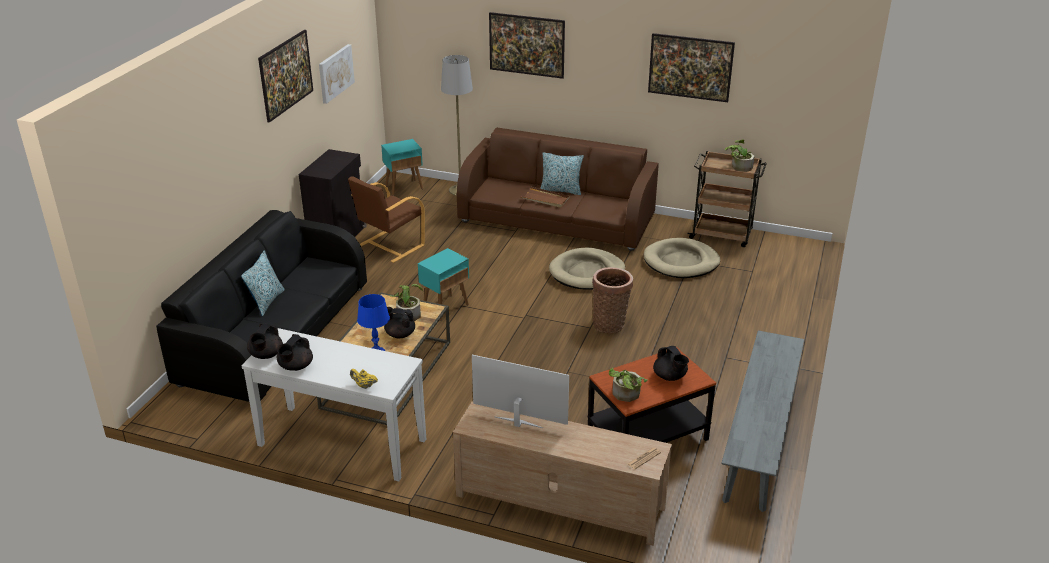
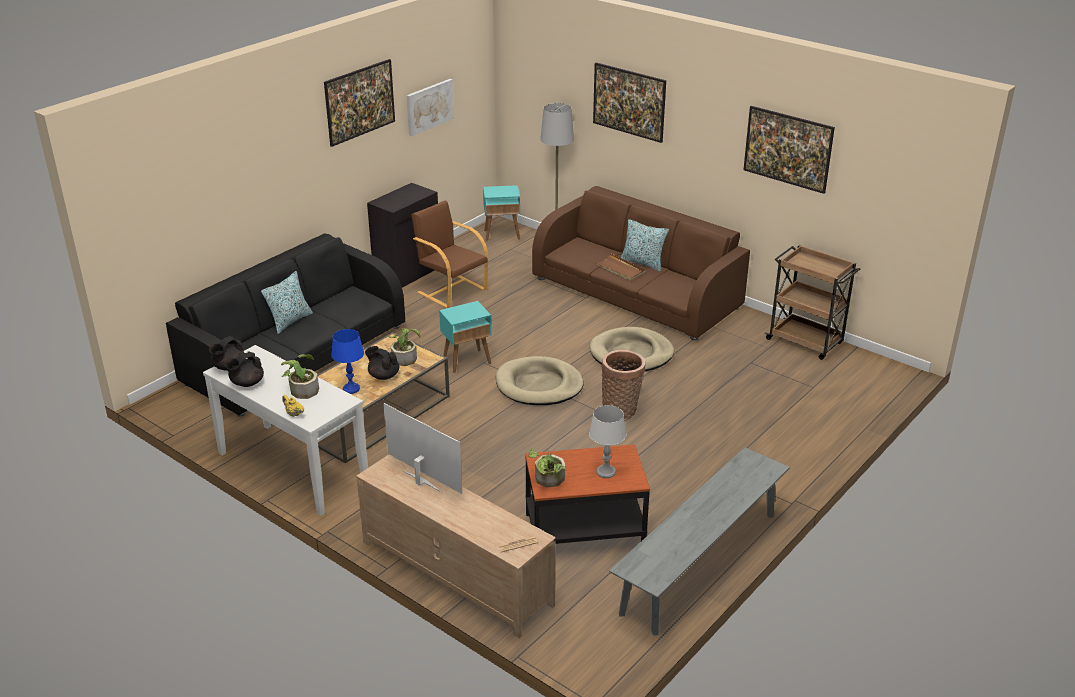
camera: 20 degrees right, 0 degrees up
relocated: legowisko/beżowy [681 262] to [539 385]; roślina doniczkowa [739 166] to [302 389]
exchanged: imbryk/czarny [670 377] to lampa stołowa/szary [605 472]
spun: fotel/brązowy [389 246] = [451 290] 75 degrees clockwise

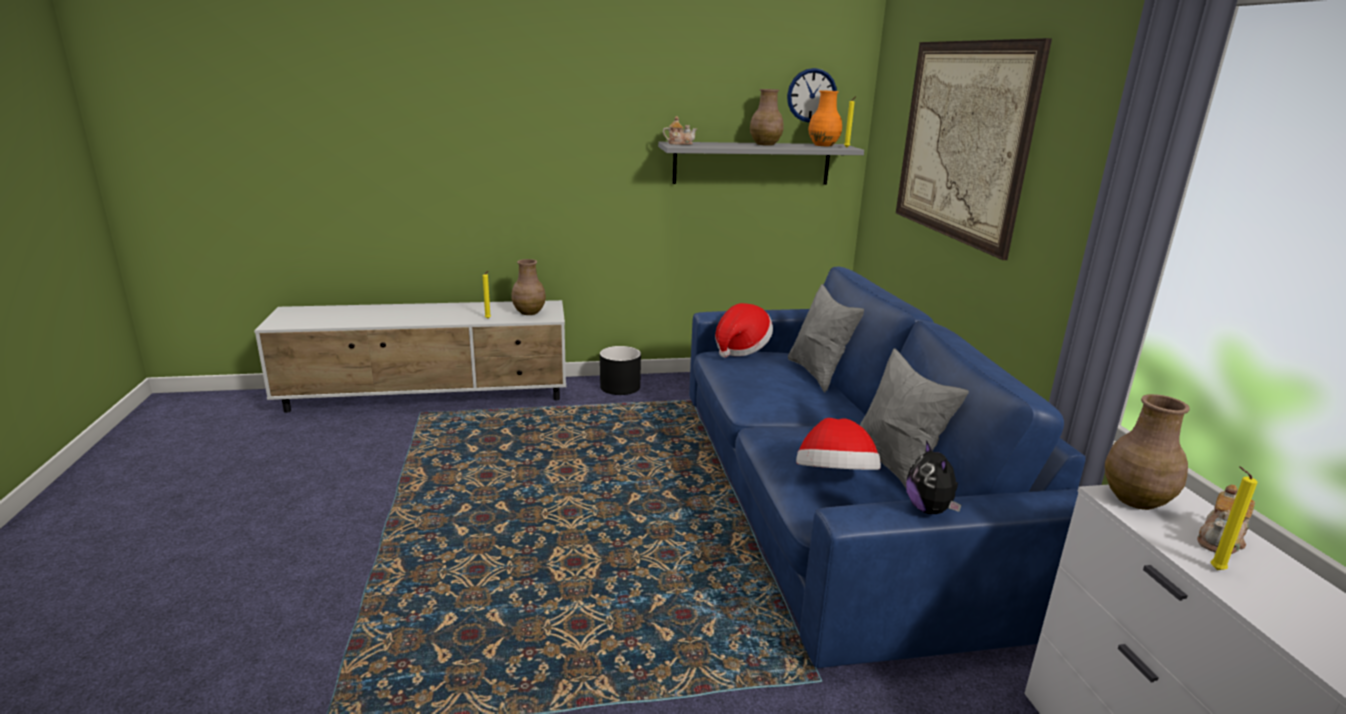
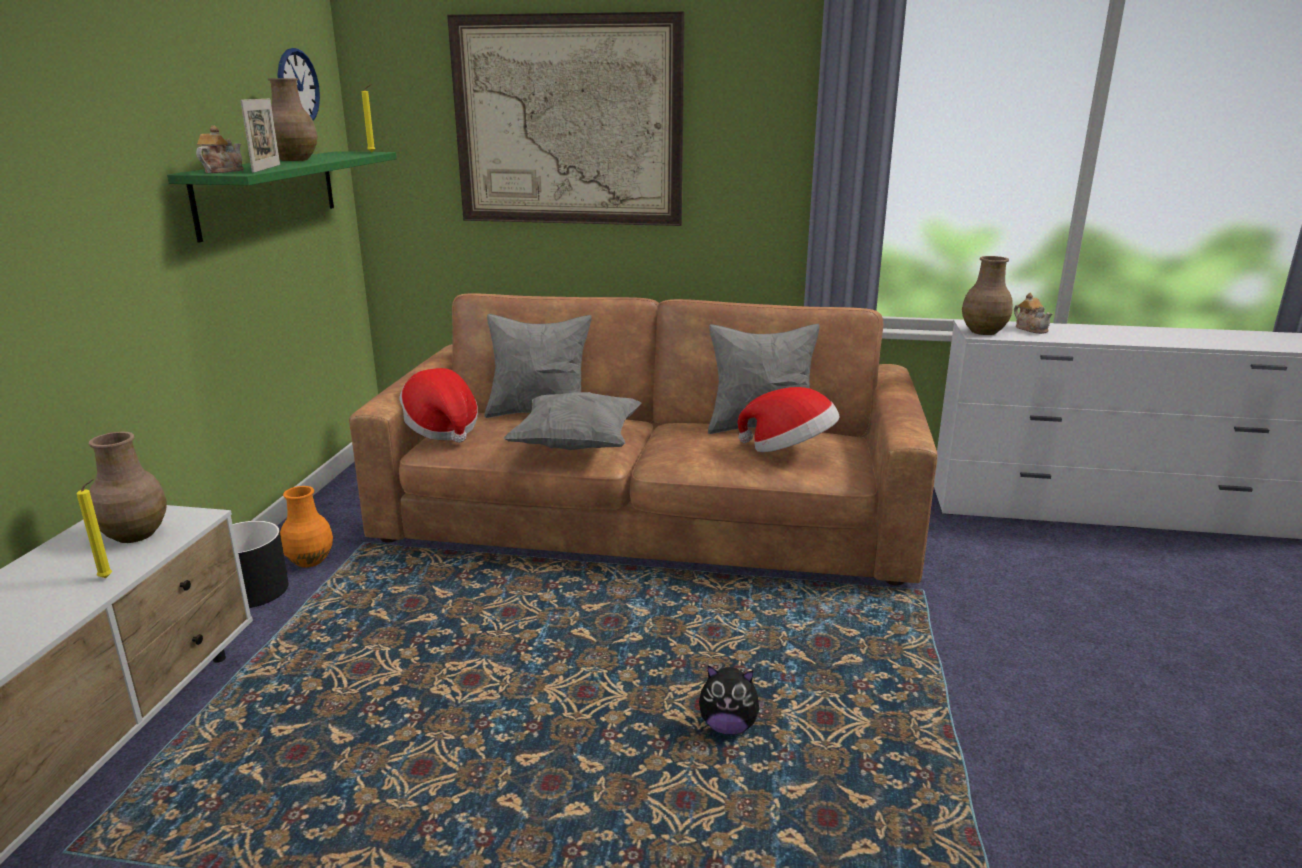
camera: 70 degrees left, 0 degrees up
missing: świeca/żółty [1214 569]
appeared: ramka na zdjęcie [266 168]; poduszka/szary [576 445]
relocated: wazon/pomarańczowy [823 145] to [311 561]; pluszak [929 509] to [728 726]
colour: półka/szary [752 163] to półka/zielony [268 192]; kanapa/niebieski [829 493] to kanapa/brązowy [649 513]

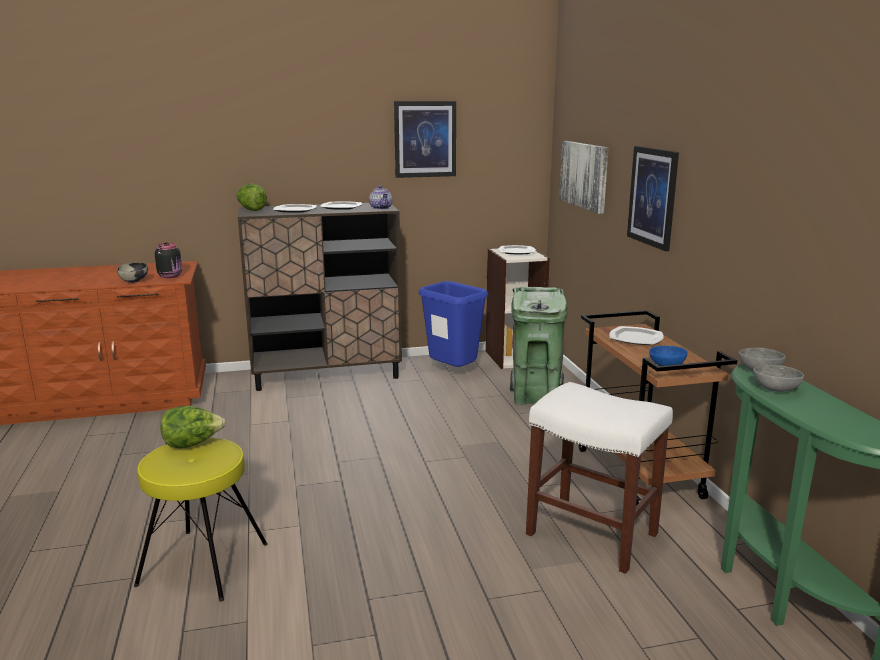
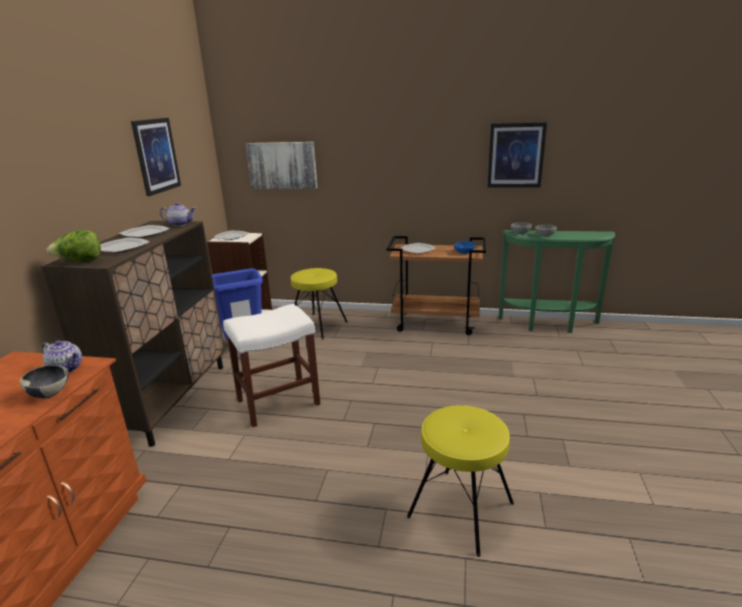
camera: 65 degrees left, 5 degrees up
missing: sałata [192 444]
relocated: stołek/biały [593 534] to [279 401]; obraz [653 197] to [515 155]
exchanged: słoik/czarny [171 276] to imbryk [67 368]; kosz na śmieci/zielony [536 397] to stołek/żółty [317 326]

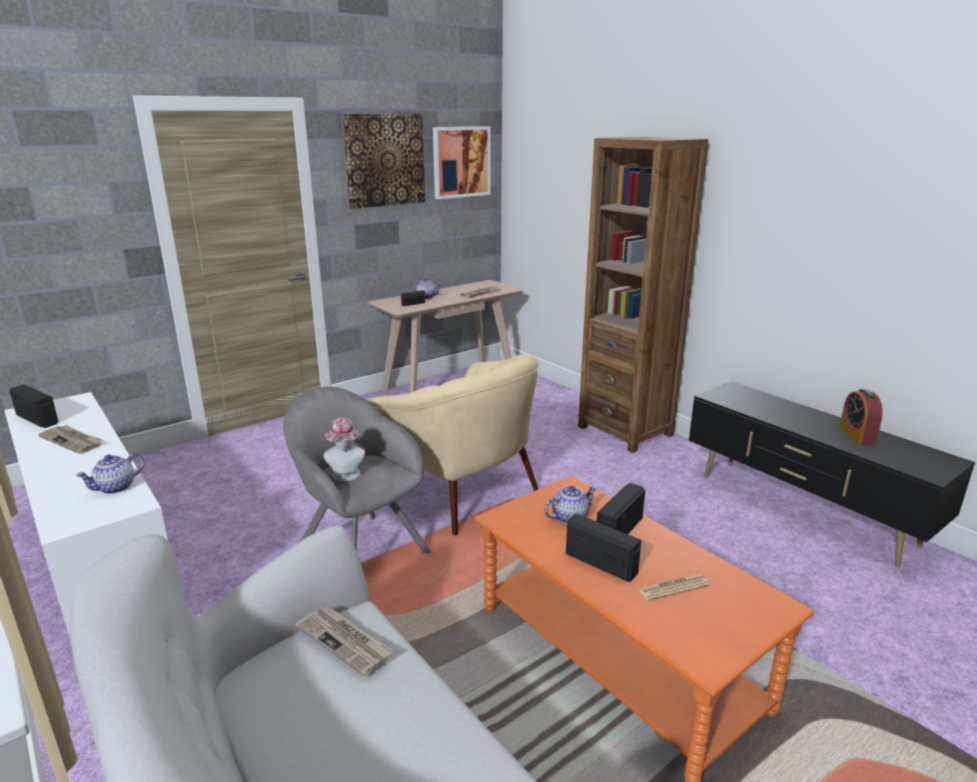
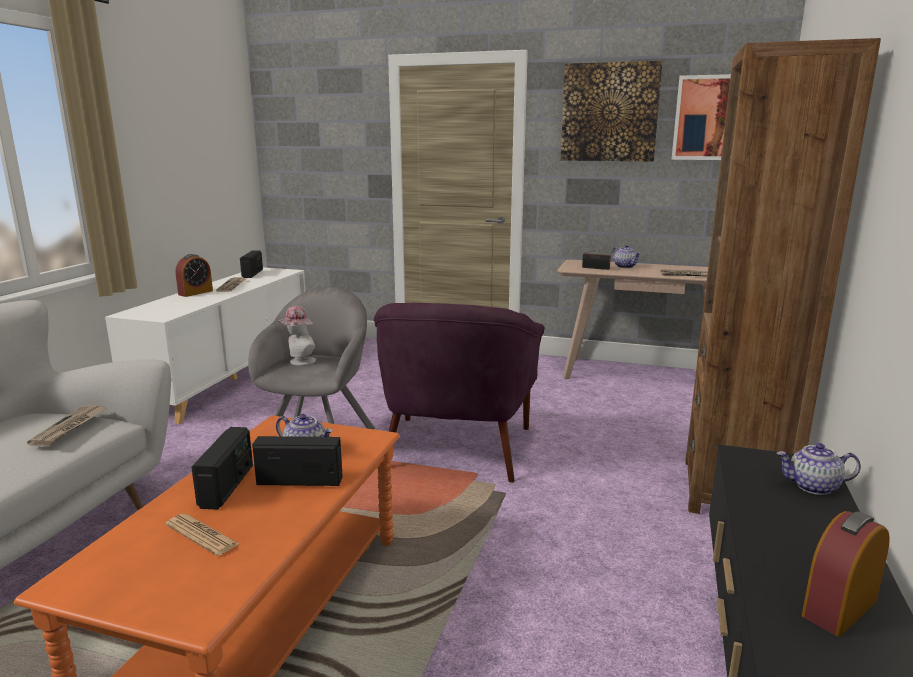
camera: 55 degrees right, 5 degrees down
appeared: budzik [195 293]
relocated: imbryk [115 488] to [813 486]
colour: fotel/beżowy [462 492] to fotel/fioletowy [456 448]

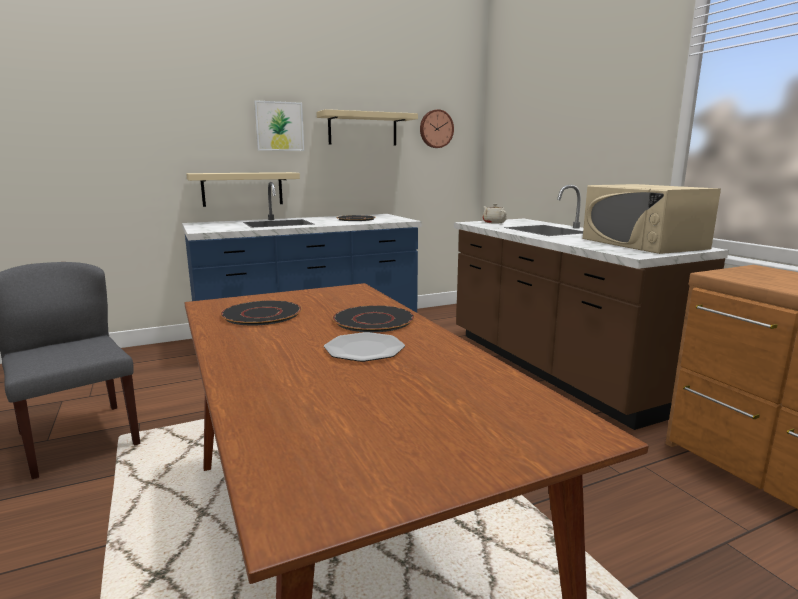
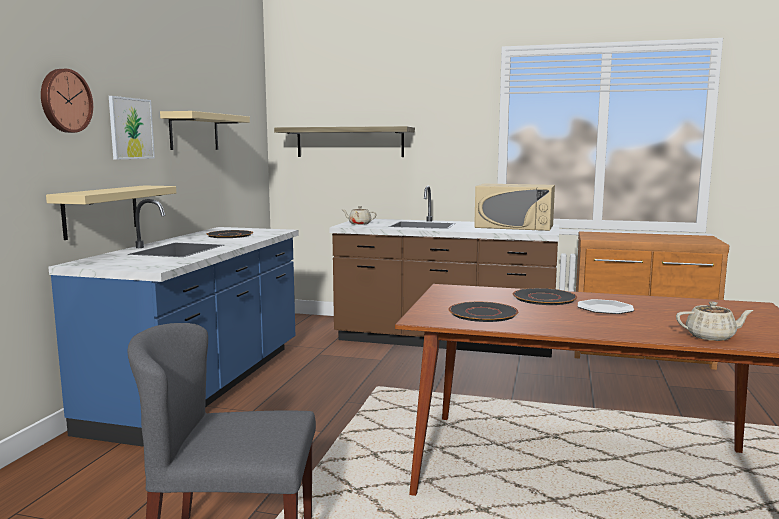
camera: 50 degrees left, 5 degrees down
appeared: półka [349 142]; imbryk/beżowy [711 337]
relocated: zegar ścienny [435 129] to [64 101]

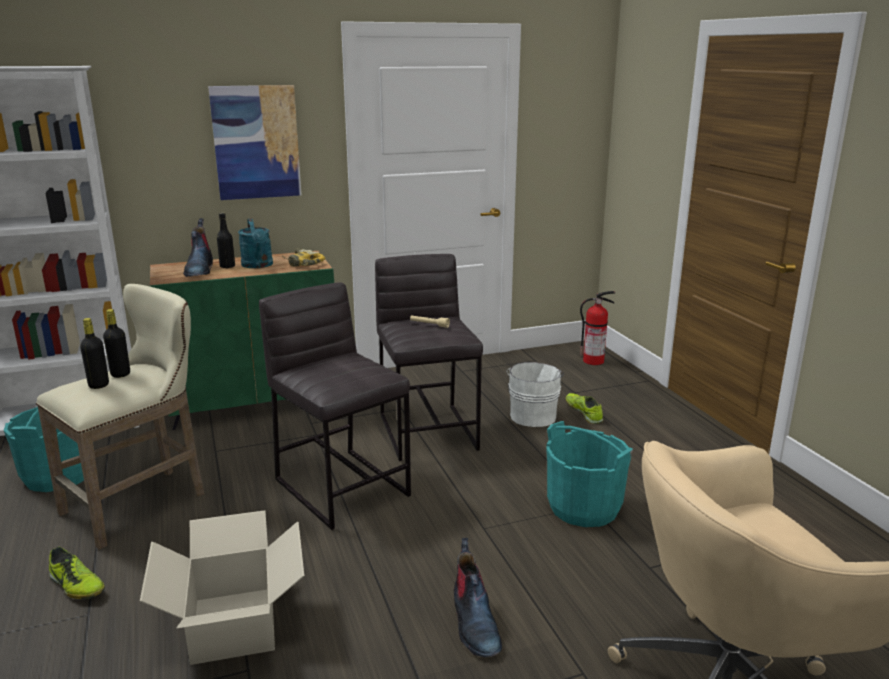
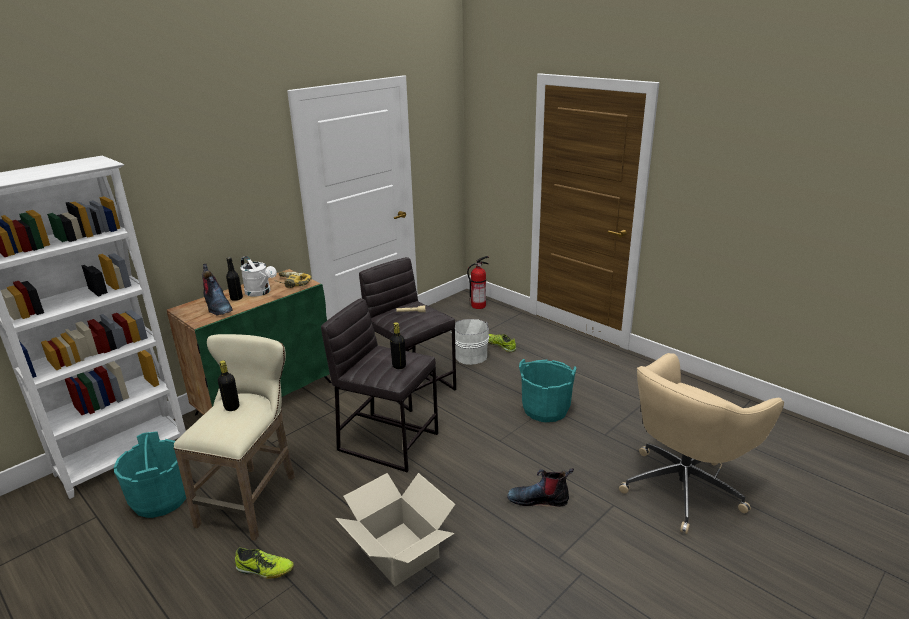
camera: 25 degrees left, 5 degrees up
missing: obraz [256 142]
relocated: butelka/czarny [99 385] to [399 366]
colour: konewka/turkusowy [258 265] to konewka/biały [260 292]
spun: but z cholewką [474 624] = [539 499] 135 degrees clockwise

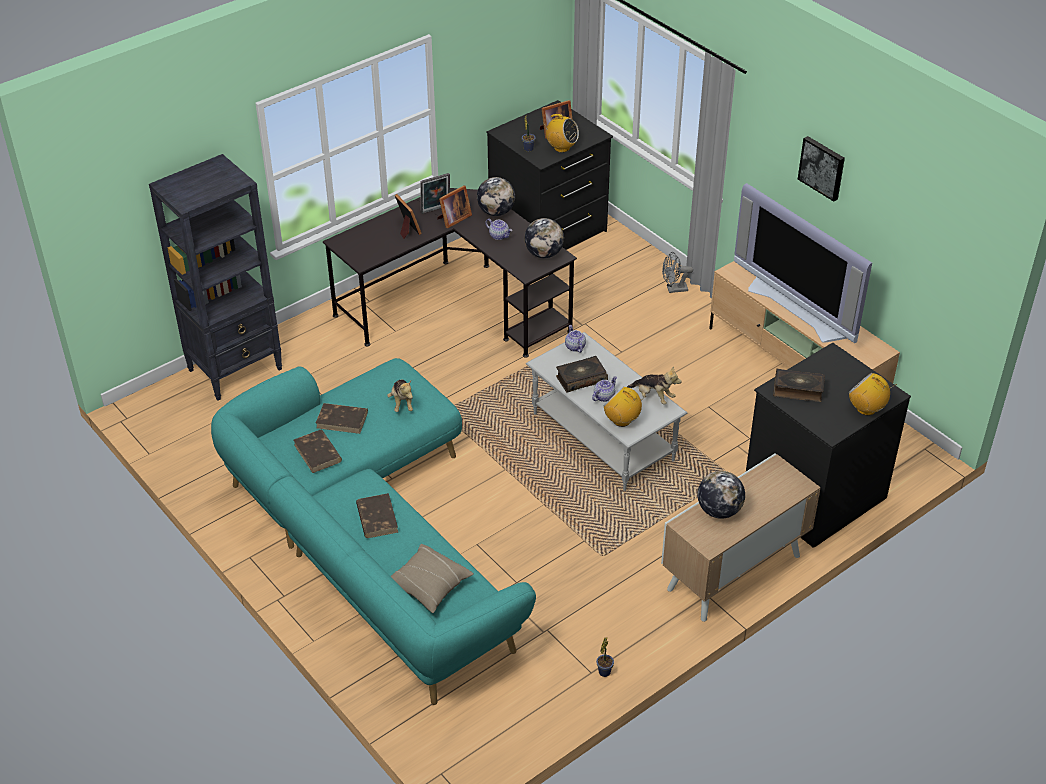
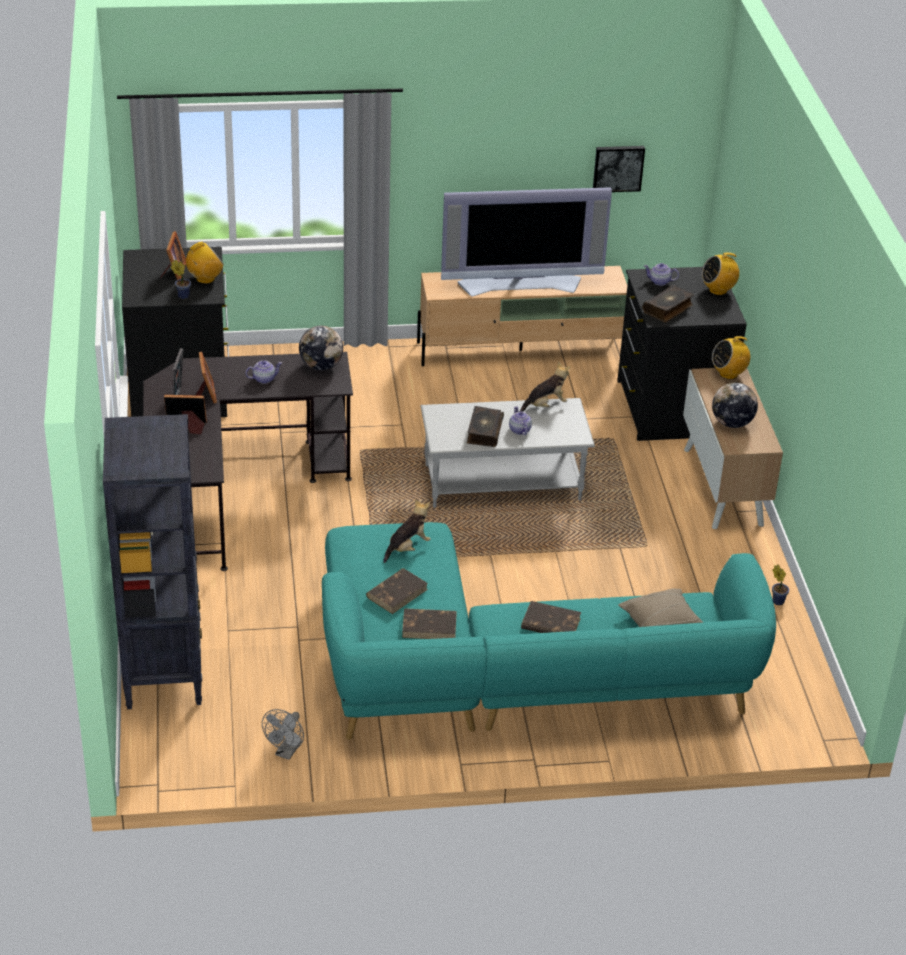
camera: 60 degrees left, 5 degrees down
missing: globus [496 212]
relocated: imbryk [574 347] to [659 282]; radio [622 420] to [729 374]; wentylator/szary [673 289] to [286 752]; obraz [822 167] to [618 167]
spun: pluszak [402 403] = [407 548] 60 degrees counterclockwise

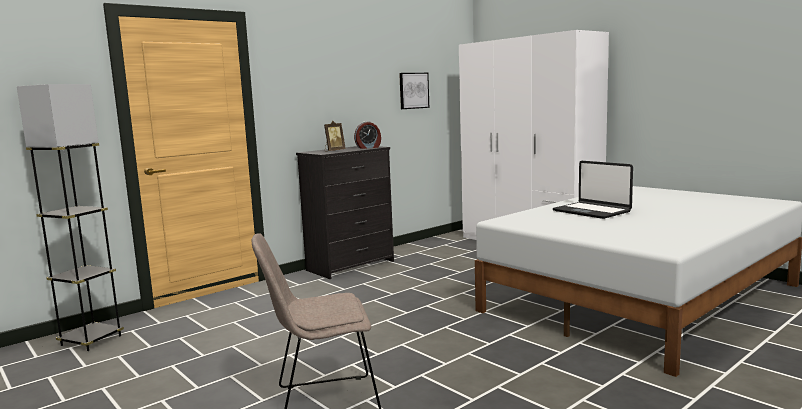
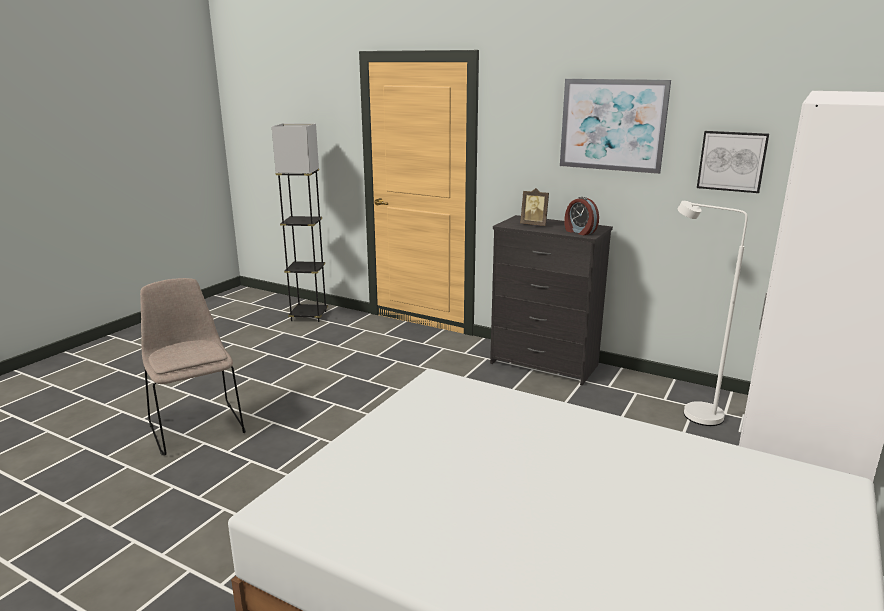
camera: 70 degrees right, 10 degrees up
missing: laptop [592 211]
appeared: obraz [612 125]; lampa stojąca/biały [692 412]

